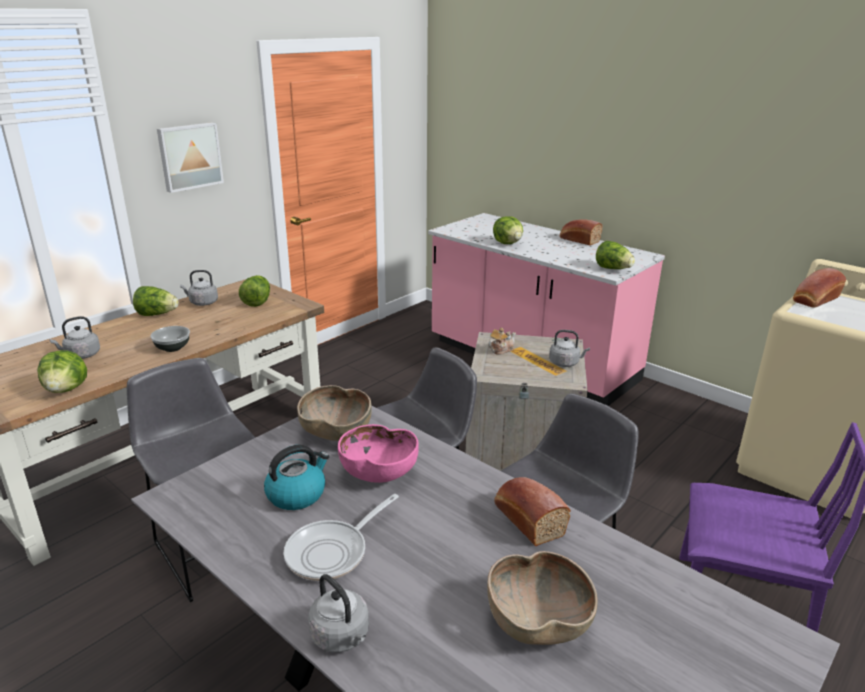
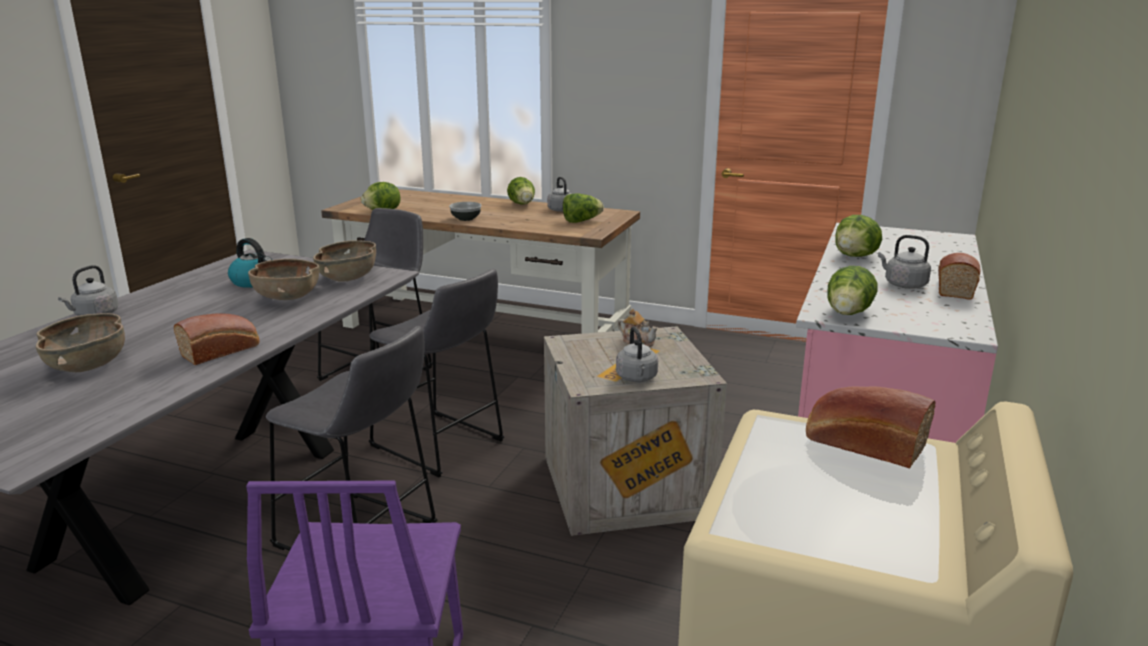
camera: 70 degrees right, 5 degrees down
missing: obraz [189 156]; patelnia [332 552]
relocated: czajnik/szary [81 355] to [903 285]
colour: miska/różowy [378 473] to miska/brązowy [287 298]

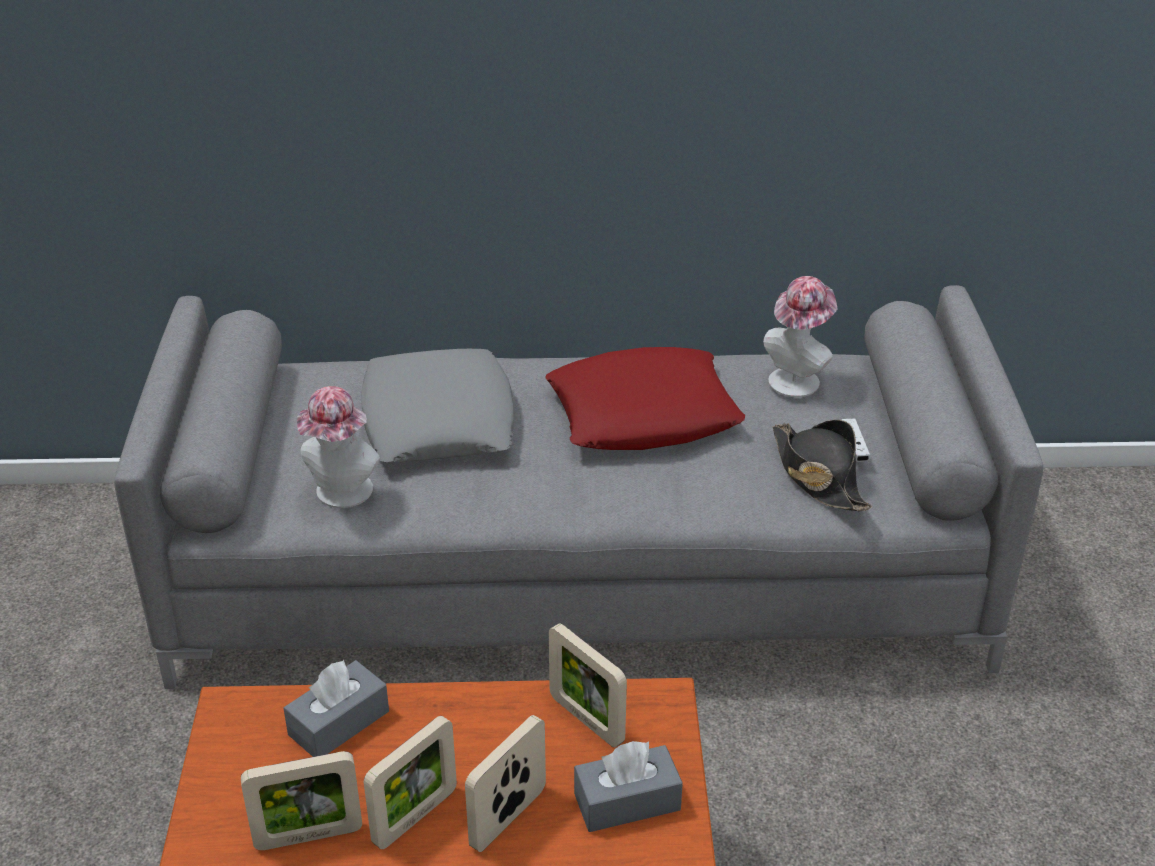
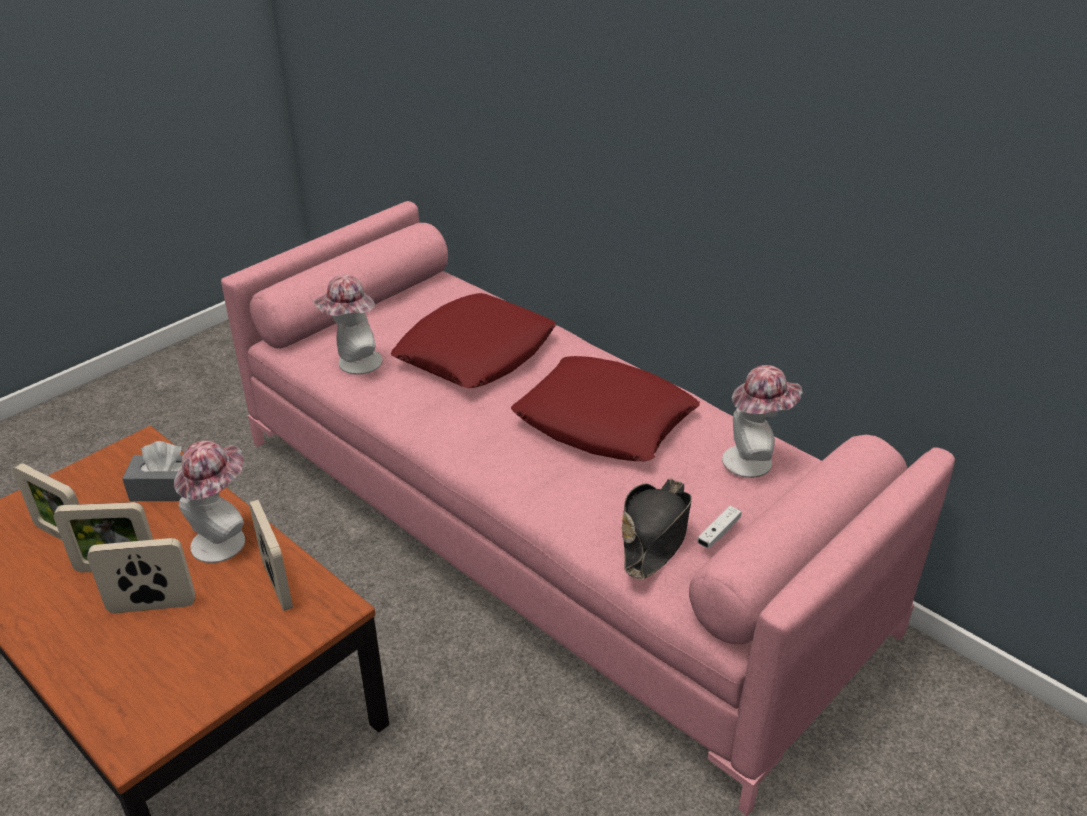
camera: 45 degrees right, 0 degrees up
missing: pudełko chusteczek/szary [627 802]
appeared: kapelusz [223 539]
colour: kanapa/szary [579 575] to kanapa/różowy [544 529]; poduszka/szary [437 419] to poduszka/czerwony [476 352]
spun: ramka na zdjęcie [586 720] = [277 584] 150 degrees clockwise

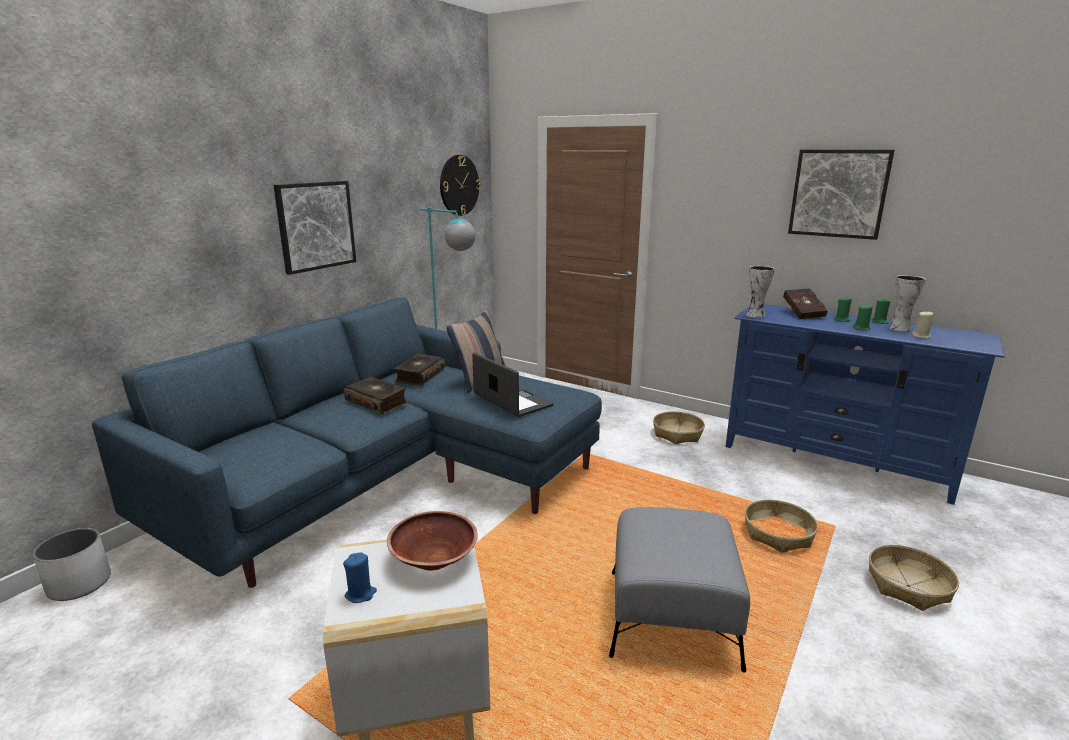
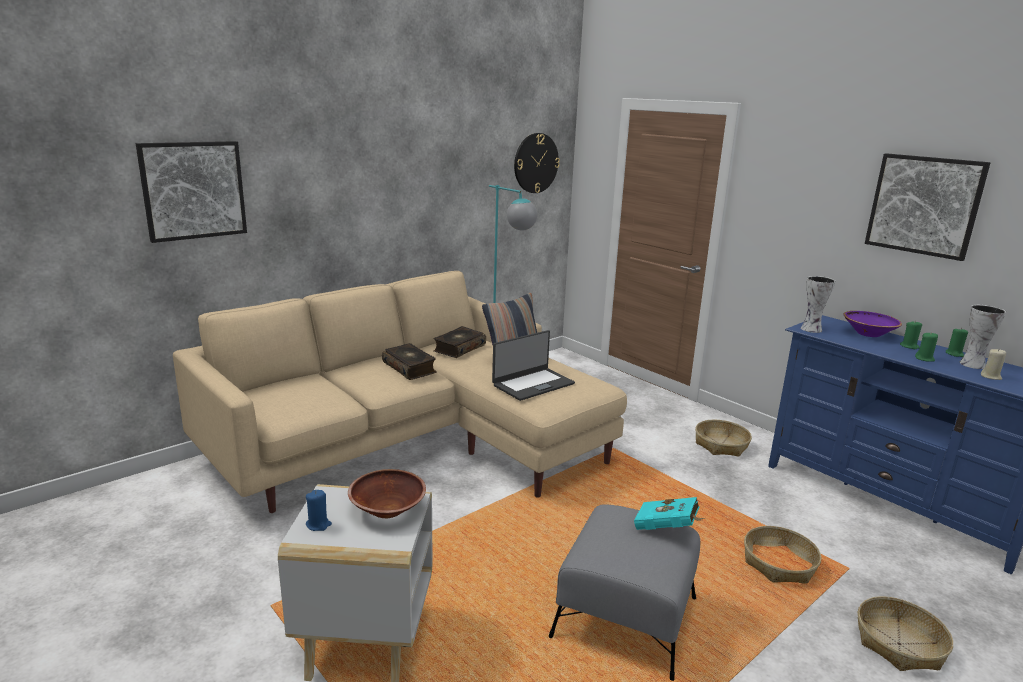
camera: 15 degrees right, 0 degrees up
missing: donica/biały [80 584]
appeared: książka/turkusowy [667 529]
relocated: obraz [316 226] to [193 190]
exchanged: książka/czerwony [802 313] to miska/fioletowy [868 333]
colour: kanapa/niebieski [384 483] to kanapa/beżowy [411 444]
spun: laptop [511 400] = [532 384] 75 degrees clockwise

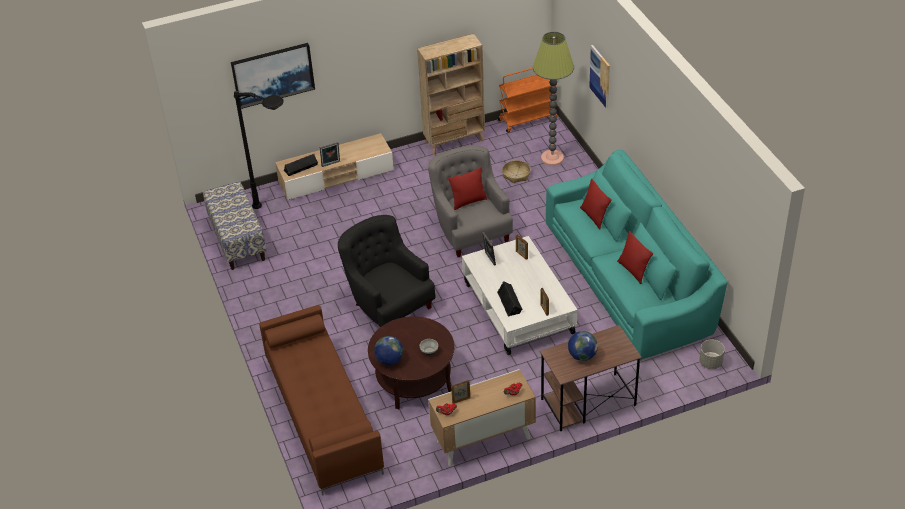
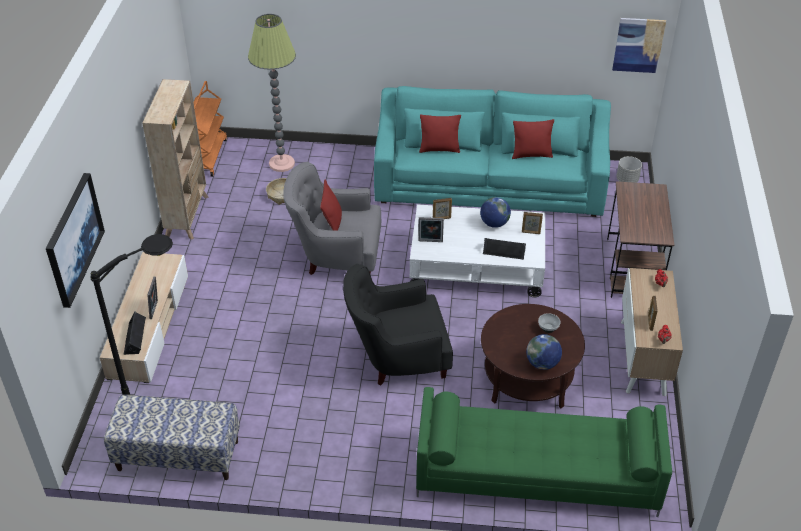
camera: 65 degrees left, 0 degrees up
relocated: globus [582 356] to [494 223]; obraz [600 76] to [638 45]
colour: kanapa/brązowy [322 415] to kanapa/zielony [535 474]

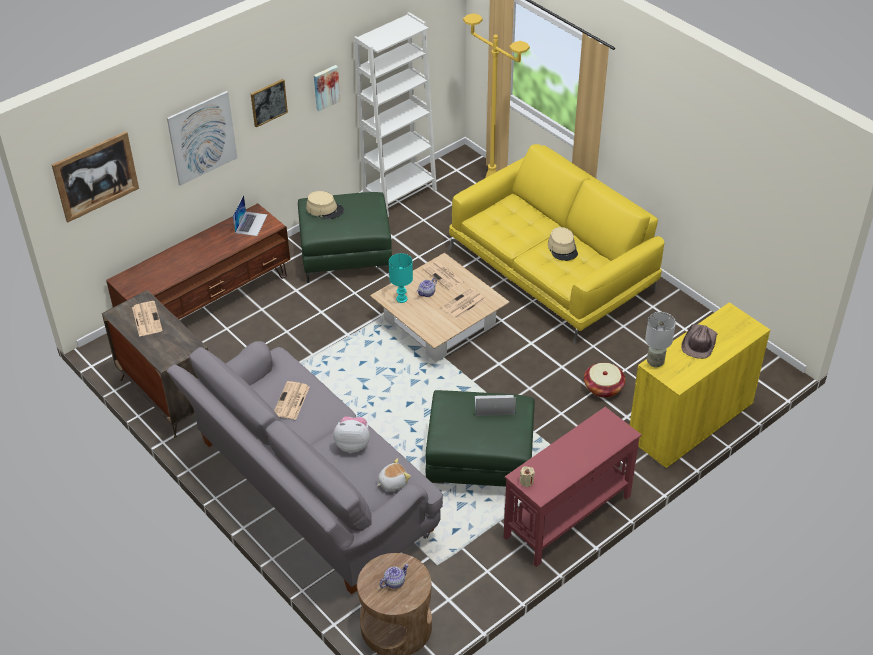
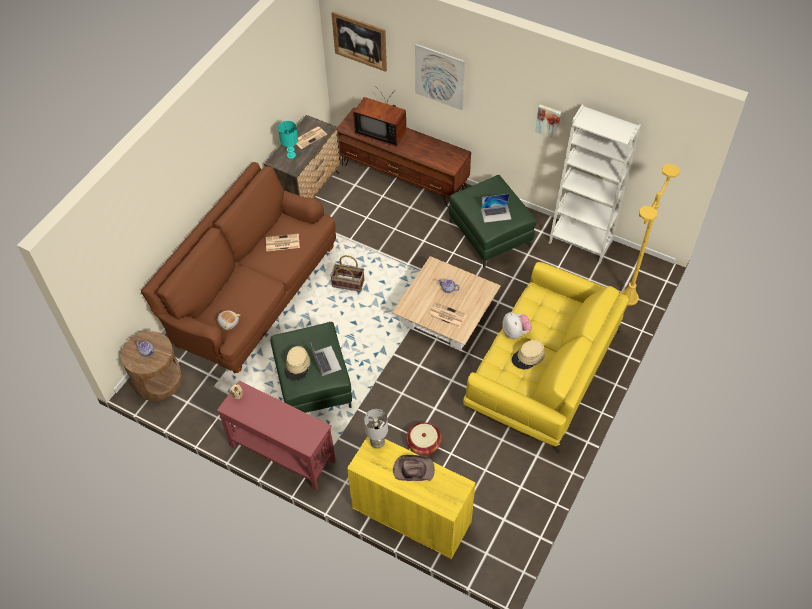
camera: 70 degrees right, 10 degrees up
missing: obraz [268 102]; gazeta [444 276]
appeared: koszyk [348 283]; telewizor [381 132]
relocated: laptop [251 223] to [496 213]; kapelusz/beżowy [325 209] to [297 366]; pluszak [353 444] to [515 332]; lampa stołowa/turkusowy [402 298] to [291 155]
colour: kanapa/szary [310 492] to kanapa/brązowy [252 295]

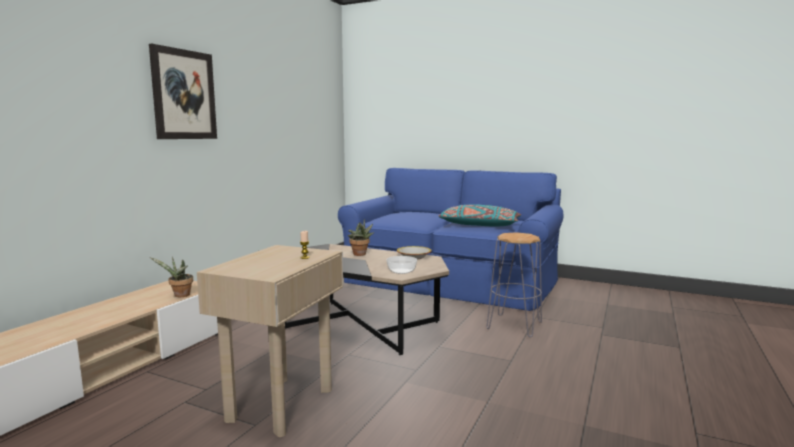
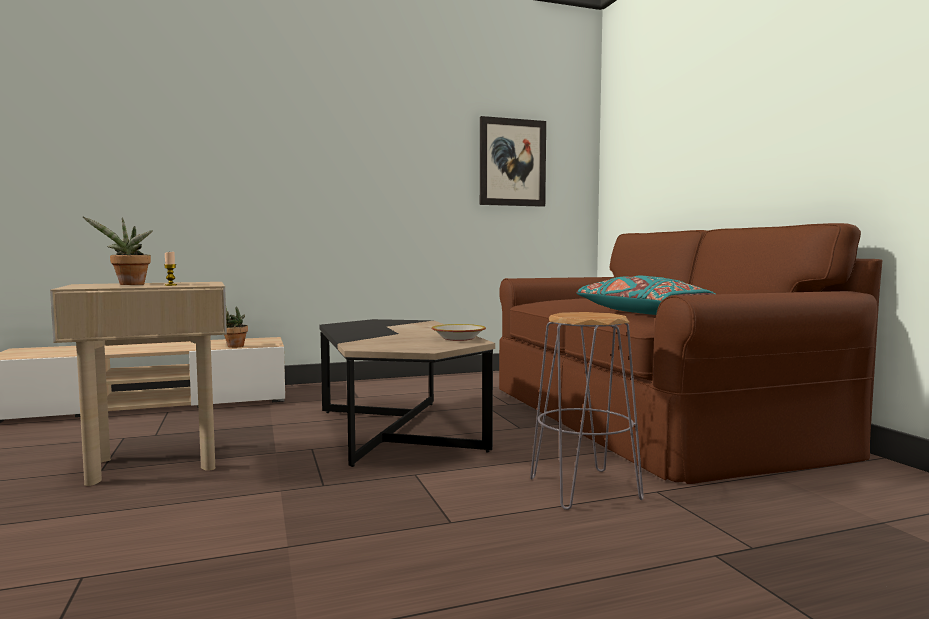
camera: 45 degrees right, 5 degrees down
missing: miska [402 271]
relocated: obraz [184 95] to [512 162]; roślina doniczkowa [360 255] to [129 284]
colour: kanapa/niebieski [451 280] to kanapa/brązowy [648 417]

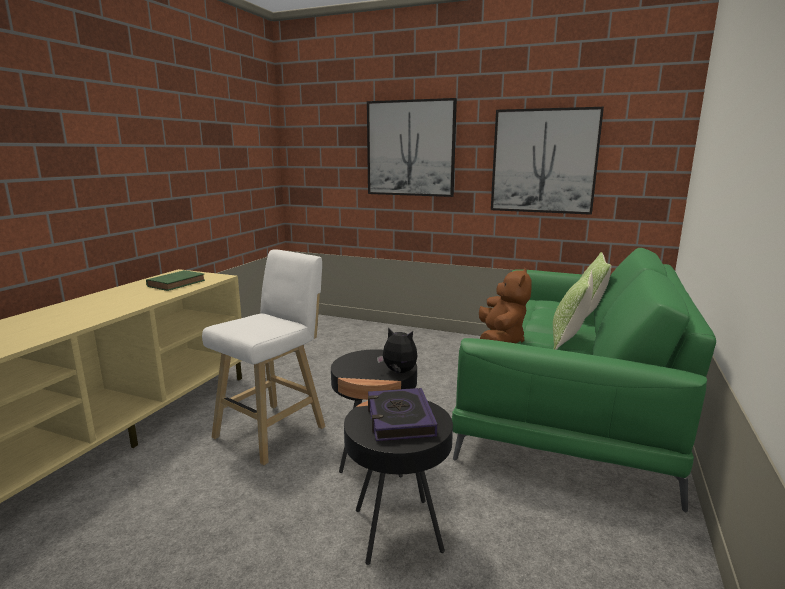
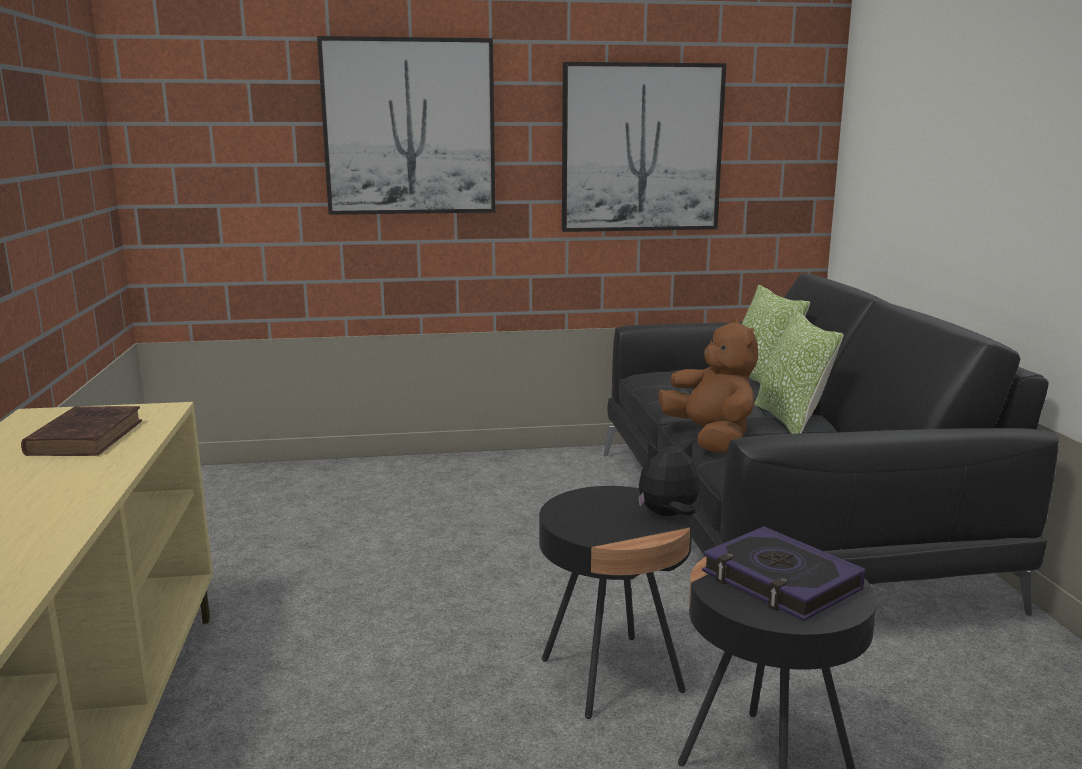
camera: 30 degrees left, 0 degrees up
missing: stołek/biały [274 430]
colour: książka/zielony [177 283] to książka/brązowy [87 437]; kanapa/zielony [568 405] to kanapa/czarny [778 522]

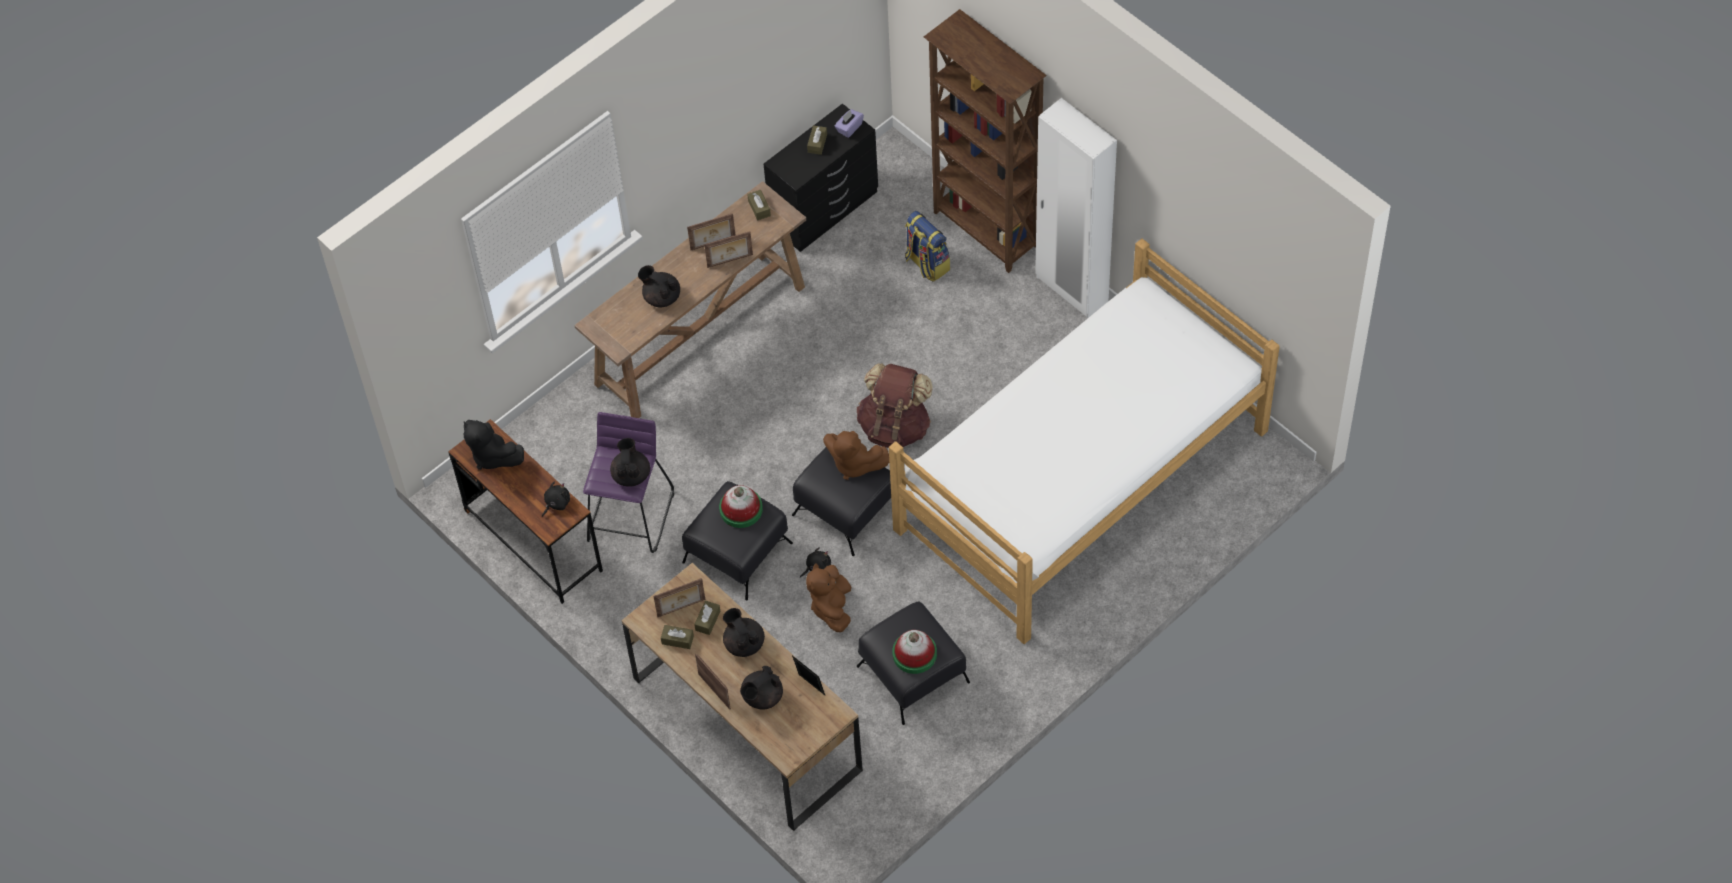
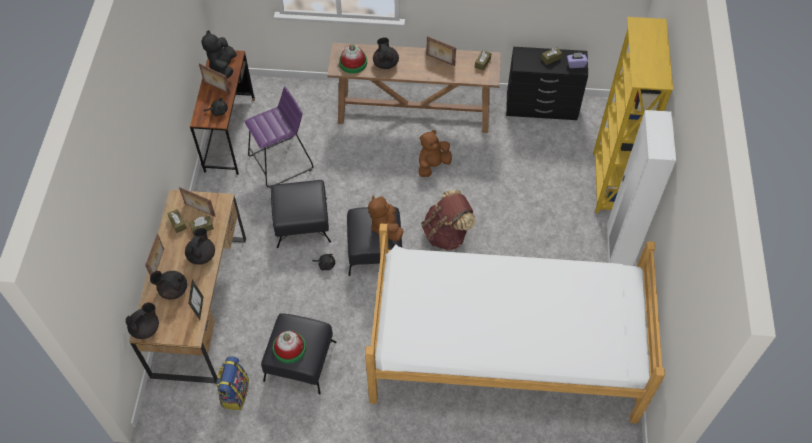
camera: 45 degrees right, 0 degrees up
relocated: imbryk/czarny [631 474] to [146 328]; ramka na zdjęcie [730 261] to [216 88]; kapelusz [741 509] to [353 62]; pluszak/brązowy [832 607] to [432 165]; plecak [926 264] to [235 393]
colour: regał/brązowy [986 231] to regał/żółty [608 183]

